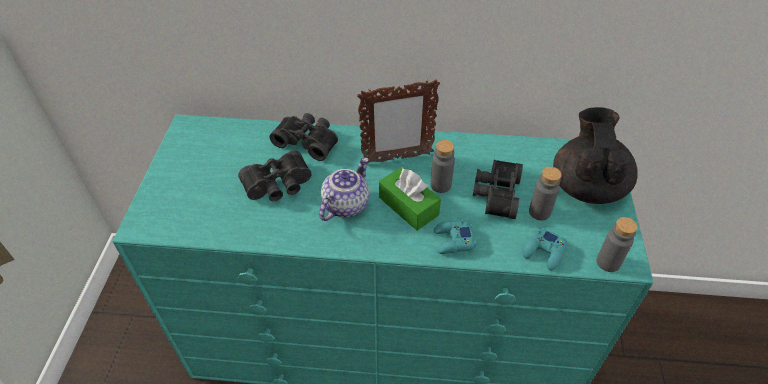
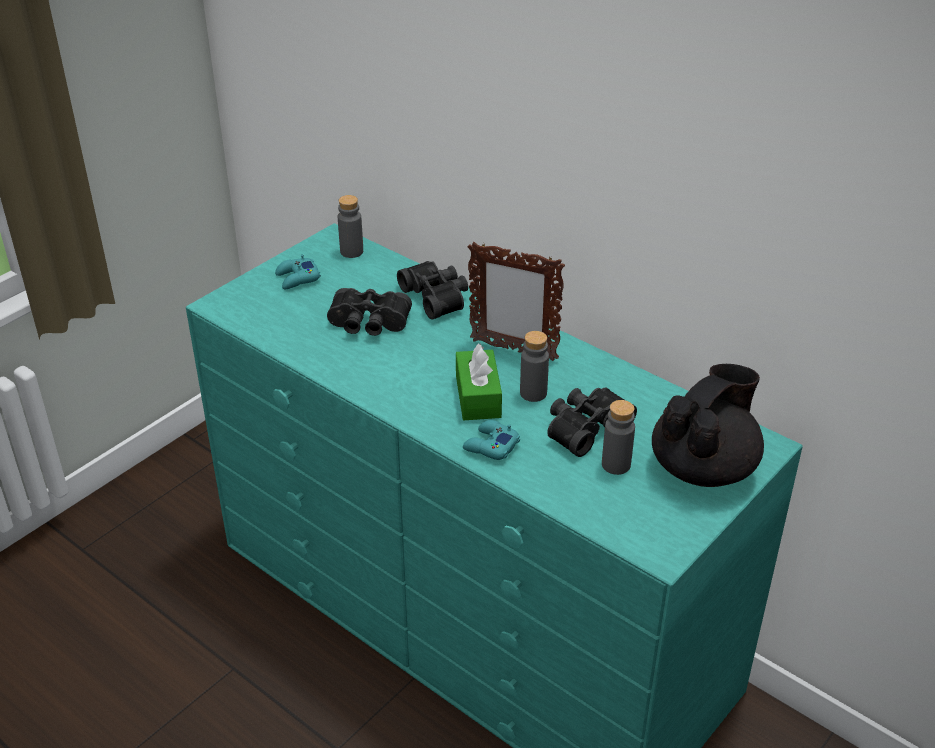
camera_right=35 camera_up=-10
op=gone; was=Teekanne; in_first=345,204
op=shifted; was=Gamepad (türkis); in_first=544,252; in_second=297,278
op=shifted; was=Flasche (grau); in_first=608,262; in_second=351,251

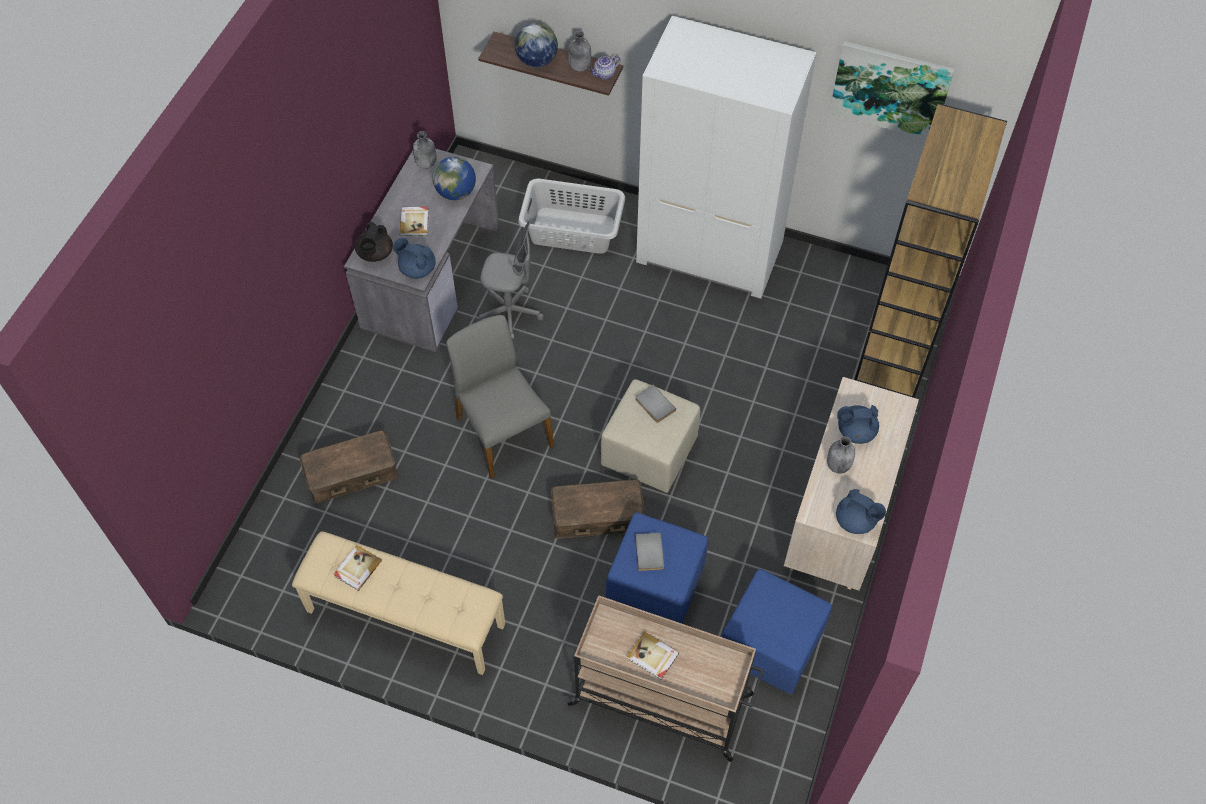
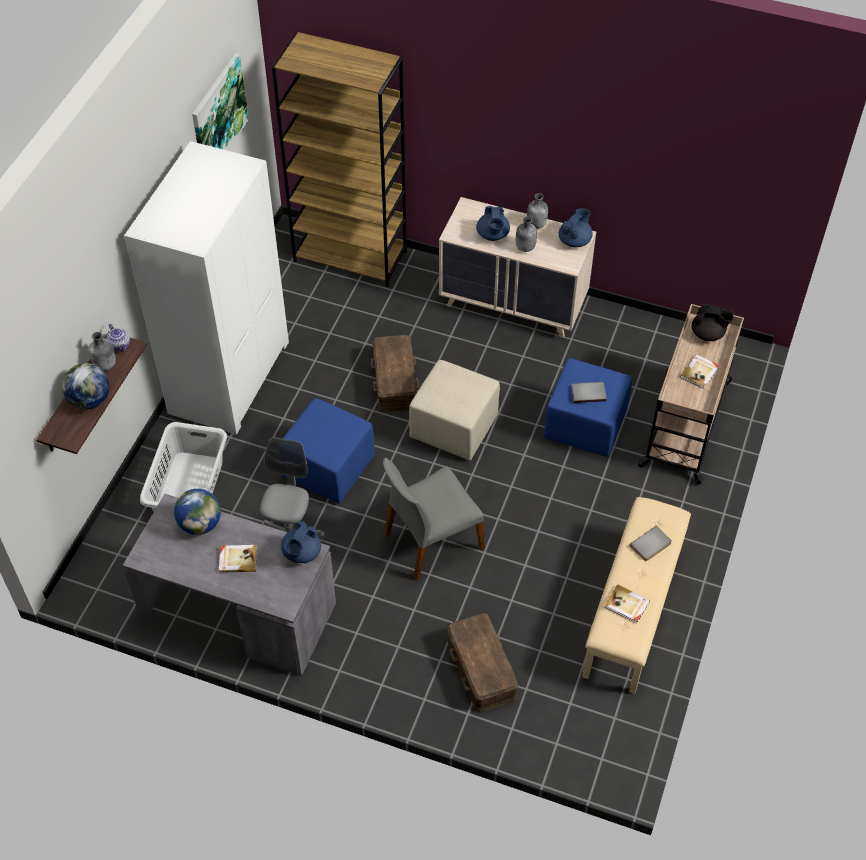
camera_right=-90 camera_up=-5
op=shifted; was=Teekanne (schwarz); in_first=375,254; in_second=708,334
op=shifted; was=Flasche (grau); in_first=426,163; in_second=537,224
op=shifted; was=Aufbewahrungsbox (braun); in_first=597,514; in_second=394,381
op=shifted; was=Buch (grau); in_first=654,405; in_second=651,545
op=shifted; was=Polsterhocker (blau); in_first=772,644; in_second=328,467

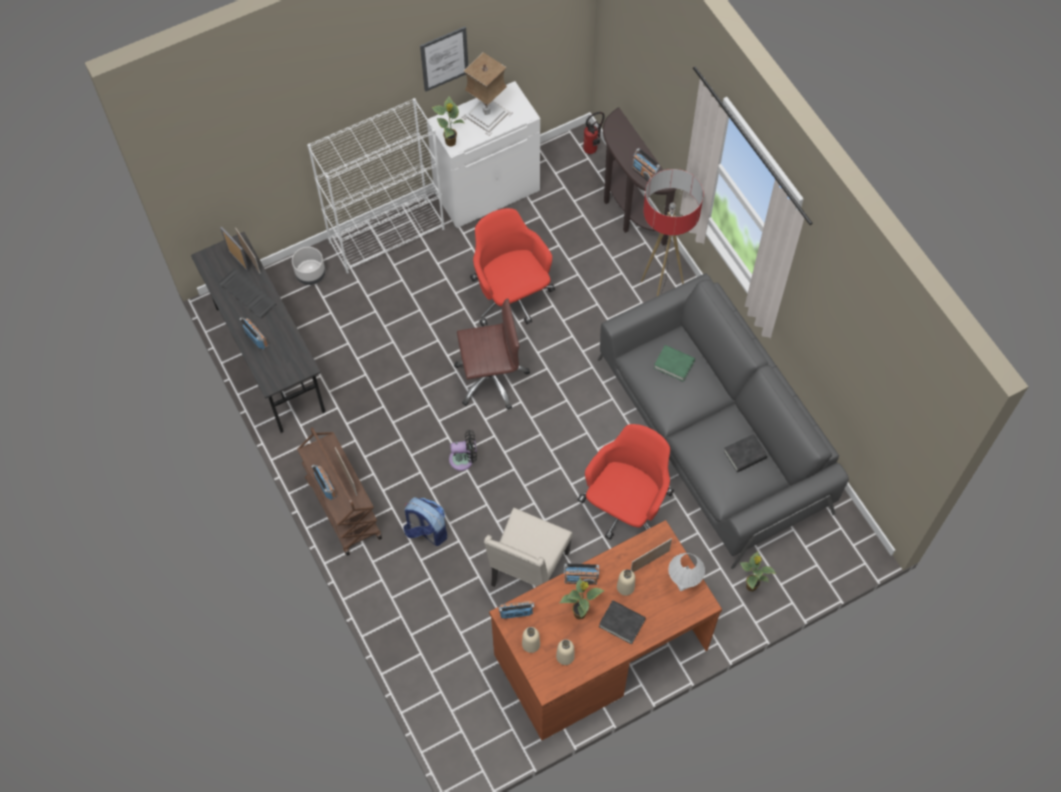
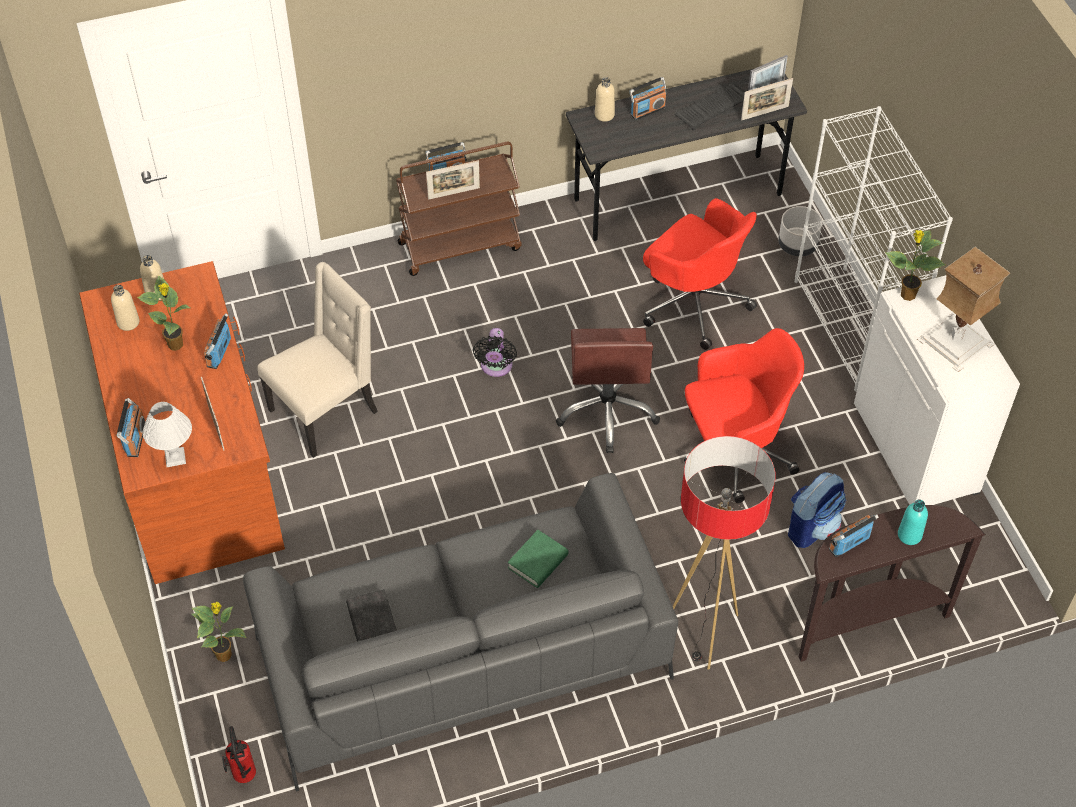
camera_right=100 camera_up=-10
op=gone; was=Bild; in_first=444,59
op=gone; was=Buch (schwarz); in_first=622,623
op=new; now=Flasche (türkis); in_second=909,535
op=shifted; was=Rucksack; in_first=426,531; in_second=812,527
op=shifted; was=Radio; in_first=516,612; in_second=135,439
op=shifted; was=Bürostuhl (rot); in_first=626,507; in_second=693,302
op=shifted; was=Feuerlöscher; in_first=592,150; in_second=244,778
op=shifted; was=Flasche (beige); in_first=625,587; in_second=604,115
op=rotated; was=Stuhl (beige); in_first=528,570; in_second=326,411; clockwise=105

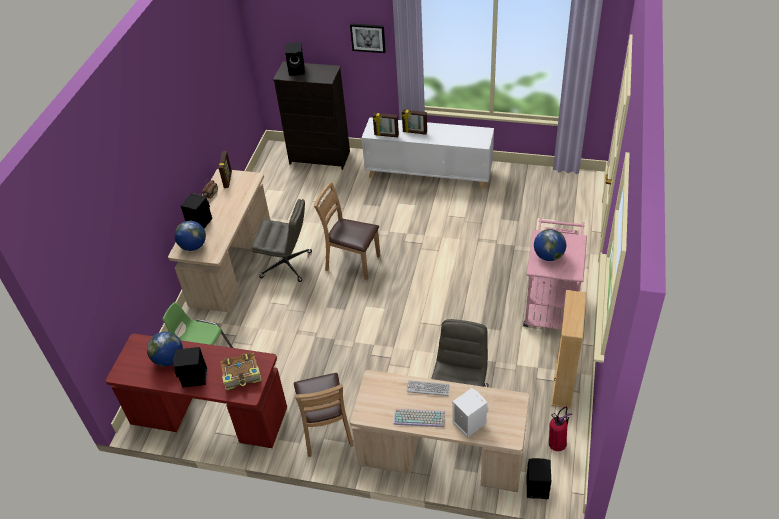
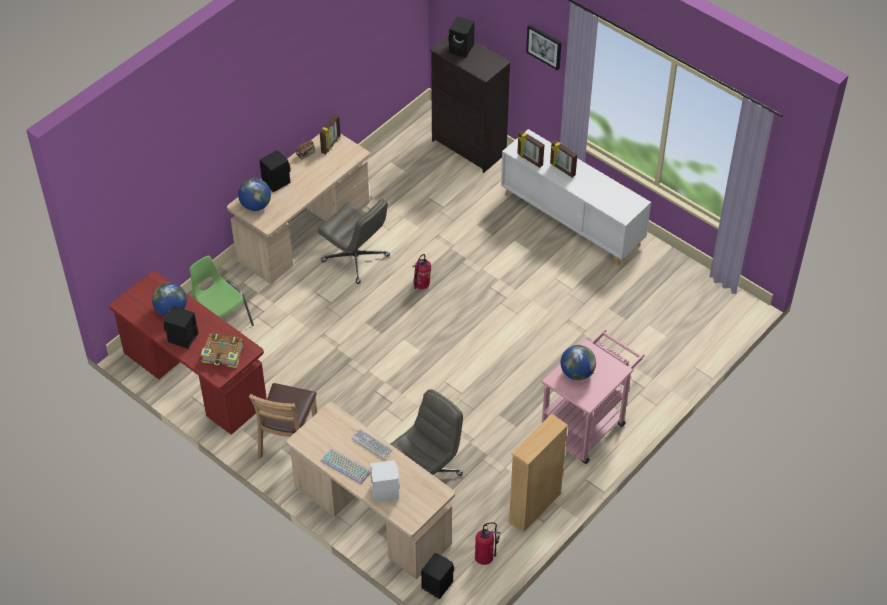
camera_right=25 camera_up=5
op=swapped; was=Stuhl (braun); now=Feuerlöscher; in_first=352,262; in_second=421,286

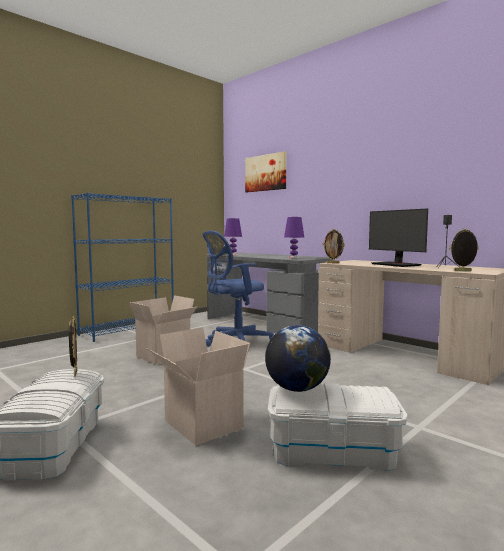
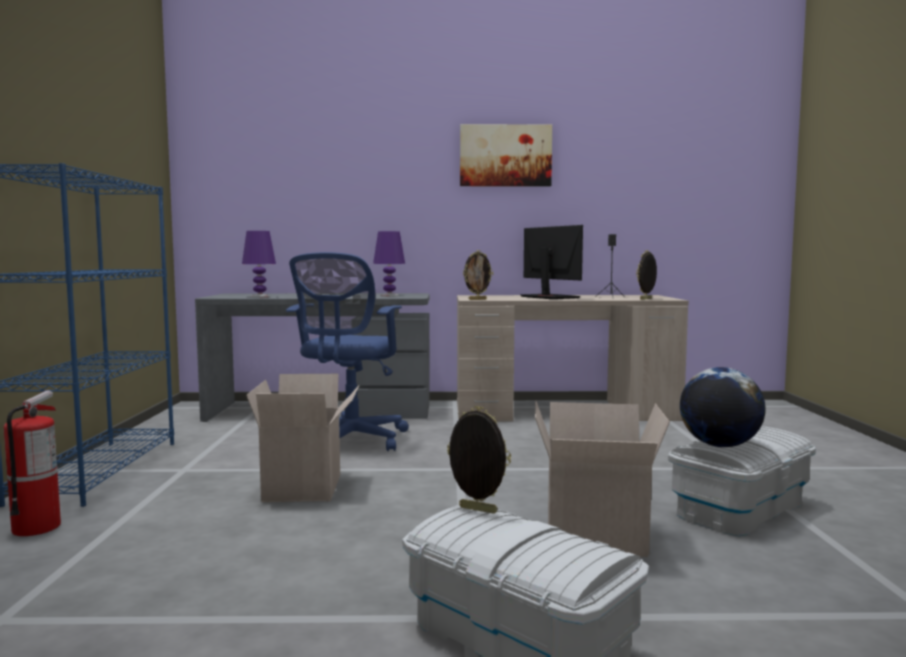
camera_right=-45 camera_up=0
op=new; now=Feuerlöscher; in_second=37,527
op=shifted; was=Bild; in_first=266,173; in_second=505,156
op=rotated; was=Monitor; in_first=396,264; in_second=548,297; clockwise=-135

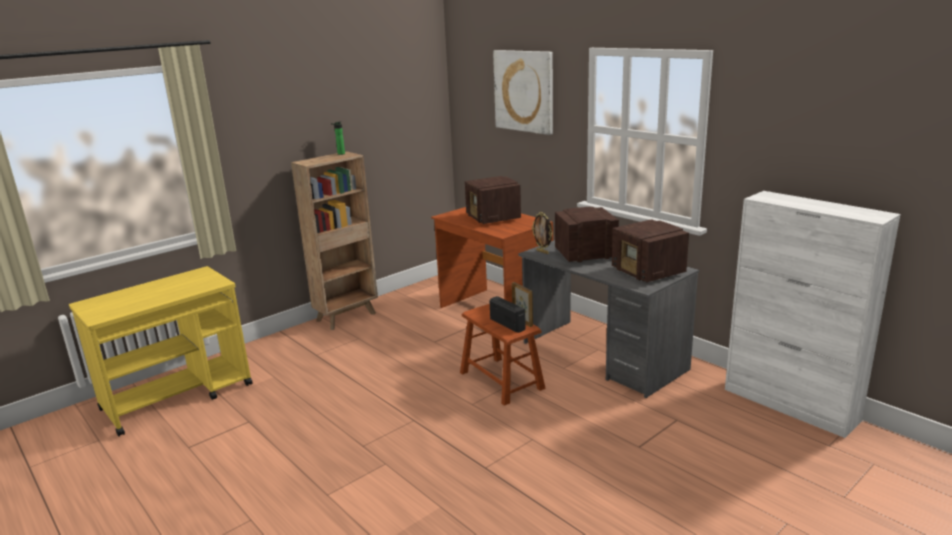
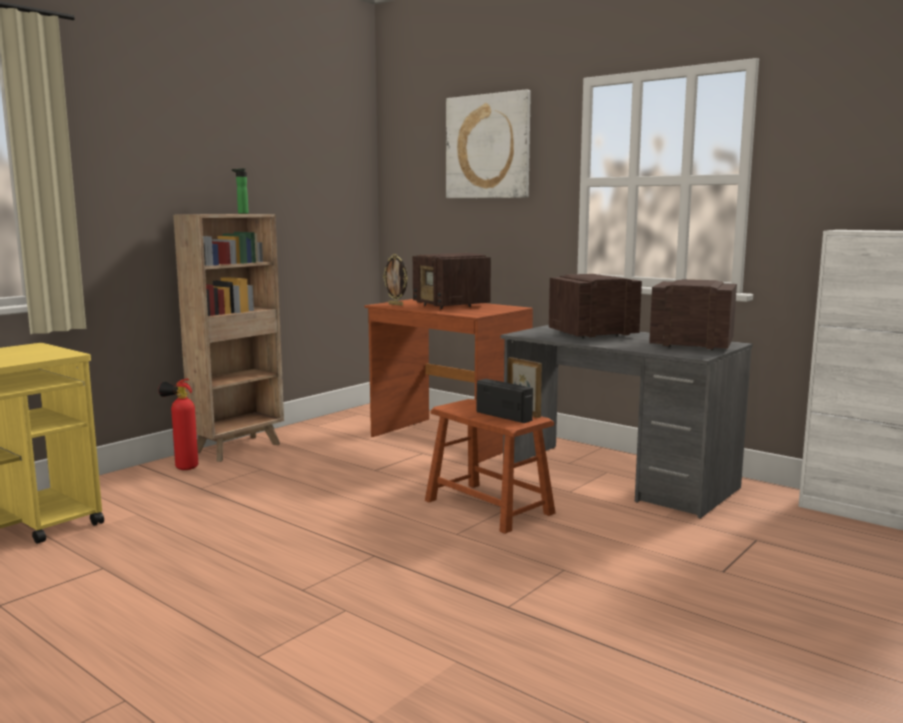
camera_right=-10 camera_up=-10
op=new; now=Feuerlöscher; in_second=182,468
op=shifted; was=Bilderrahmen; in_first=542,252; in_second=396,304
op=rotated; was=Radio; in_first=648,273; in_second=690,345; clockwise=150

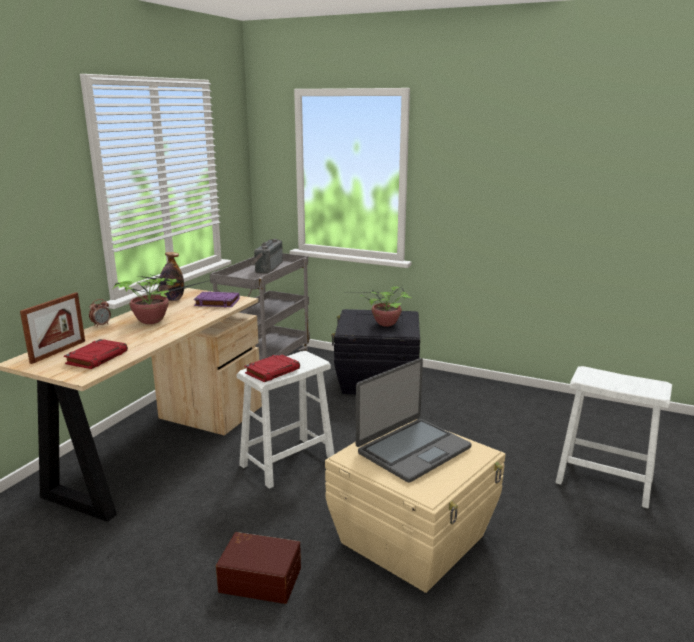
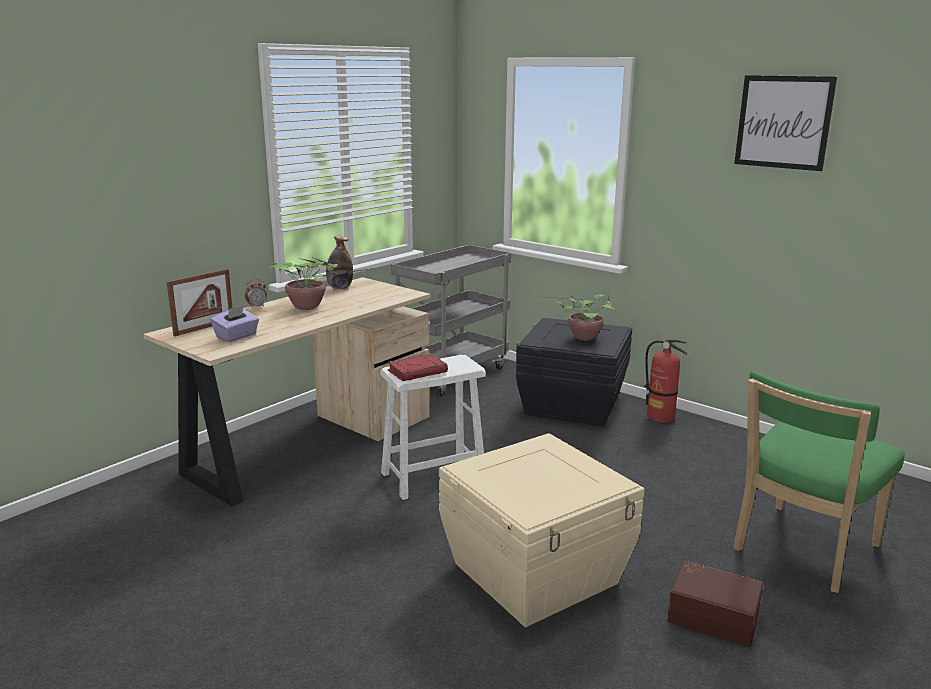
camera_right=15 camera_up=0
op=gone; was=Buch (lila); in_first=216,302
op=gone; was=Radio; in_first=266,267
op=gone; was=Laptop; in_first=412,449
op=new; now=Feuerlöscher; in_second=661,417
op=new; now=Bild; in_second=783,122
op=shifted; was=Aufbewahrungsbox (braun); in_first=261,578; in_second=713,615
op=swapped; was=Buch (rot); now=Taschentuchbox (lila); in_first=97,357; in_second=237,336
op=swapped; was=Hocker (weiß); now=Stuhl (grün); in_first=604,481; in_second=801,550

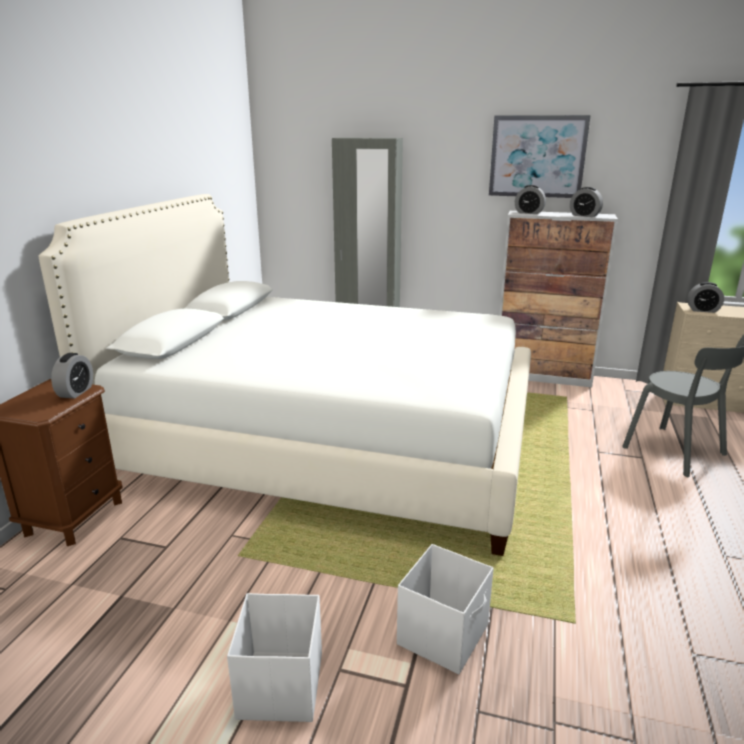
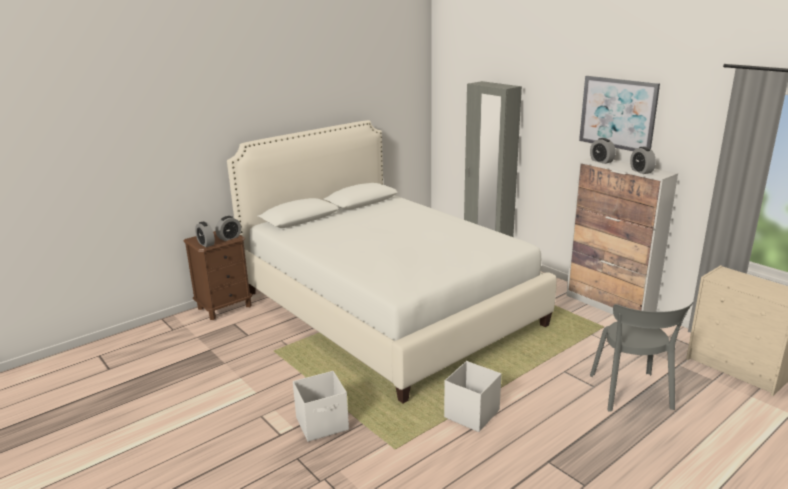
camera_right=35 camera_up=0
op=shifted; was=Aufbewahrungsbox (weiß); in_first=280,687; in_second=471,414
op=shifted; was=Wecker; in_first=702,310; in_second=206,244

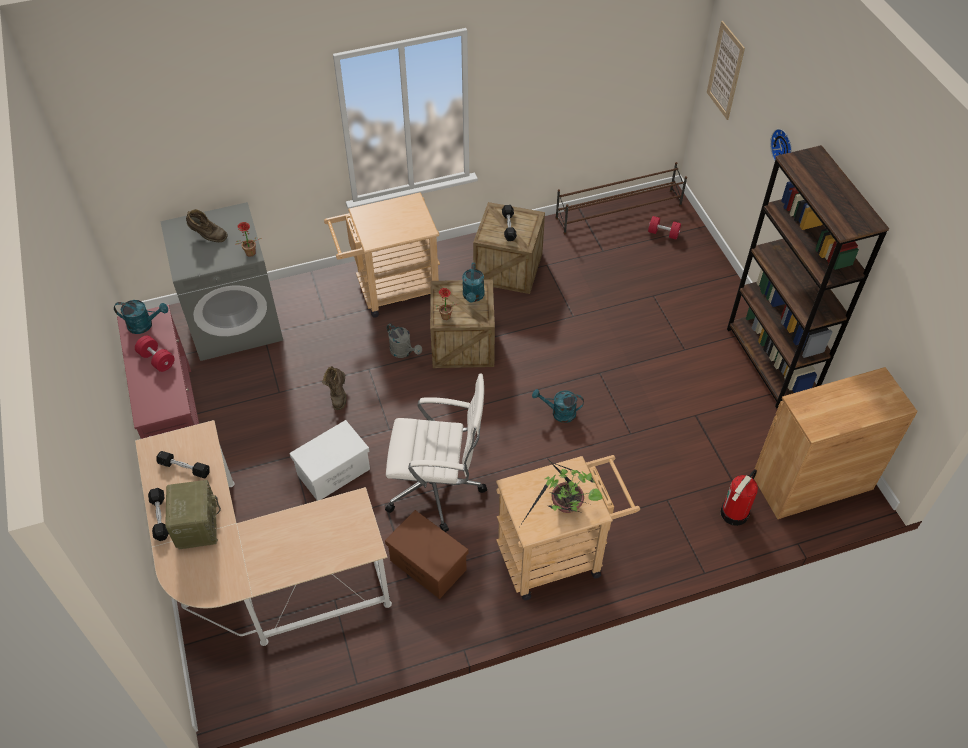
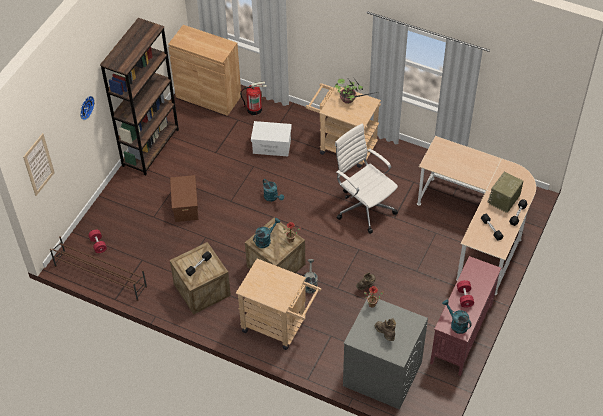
camera_right=-135 camera_up=0
op=shifted; was=Aufbewahrungsbox (weiß); in_first=333,472; in_second=272,146
op=shifted; was=Aufbewahrungsbox (braun); in_first=429,565; in_second=185,205

